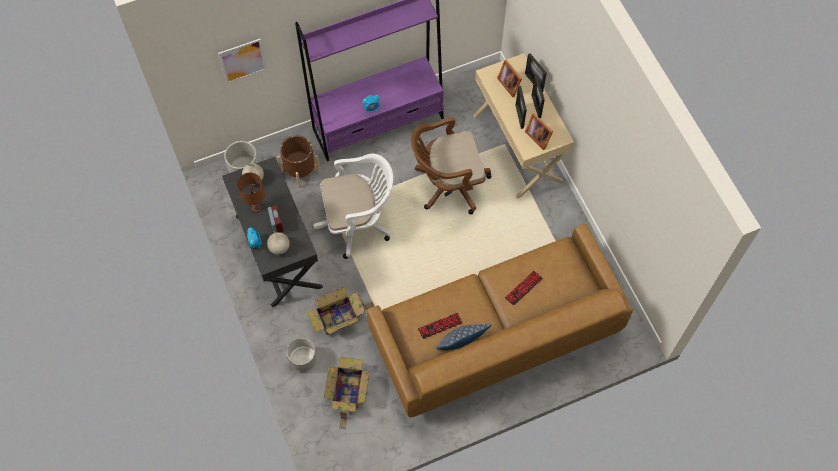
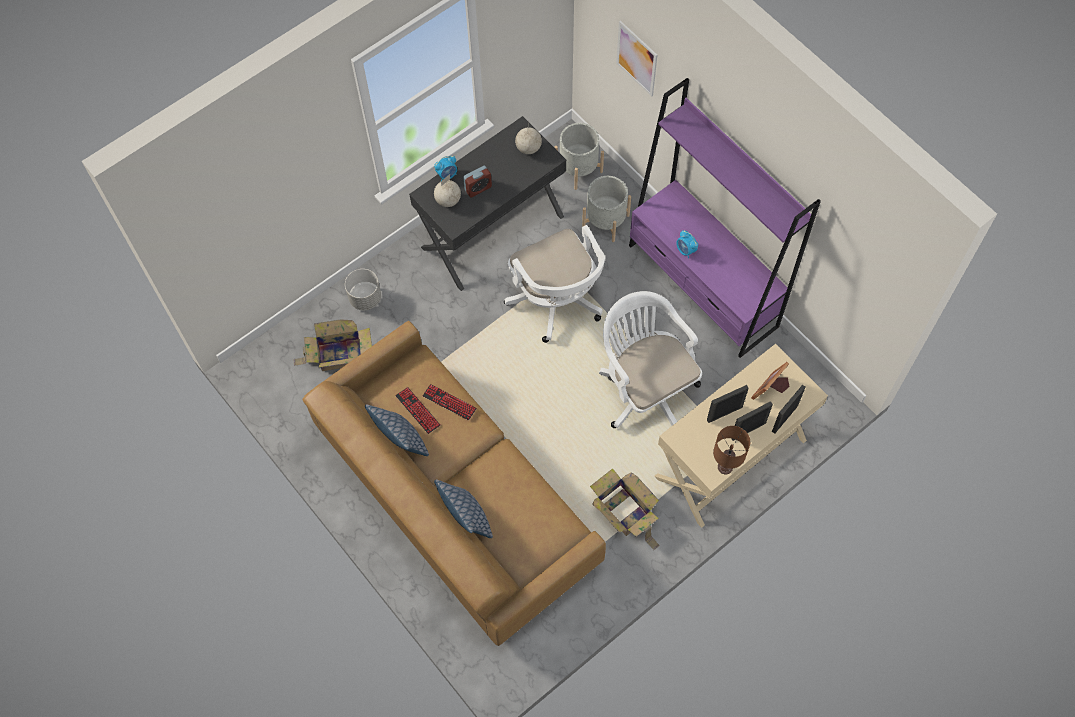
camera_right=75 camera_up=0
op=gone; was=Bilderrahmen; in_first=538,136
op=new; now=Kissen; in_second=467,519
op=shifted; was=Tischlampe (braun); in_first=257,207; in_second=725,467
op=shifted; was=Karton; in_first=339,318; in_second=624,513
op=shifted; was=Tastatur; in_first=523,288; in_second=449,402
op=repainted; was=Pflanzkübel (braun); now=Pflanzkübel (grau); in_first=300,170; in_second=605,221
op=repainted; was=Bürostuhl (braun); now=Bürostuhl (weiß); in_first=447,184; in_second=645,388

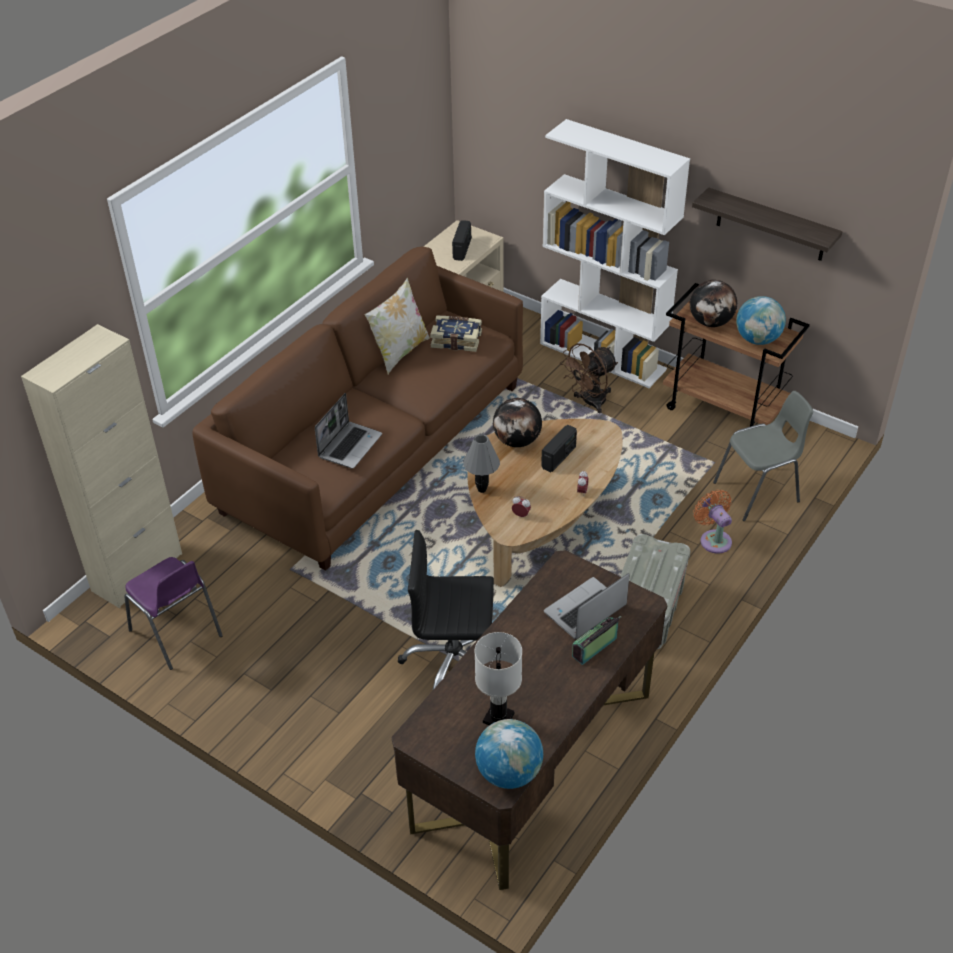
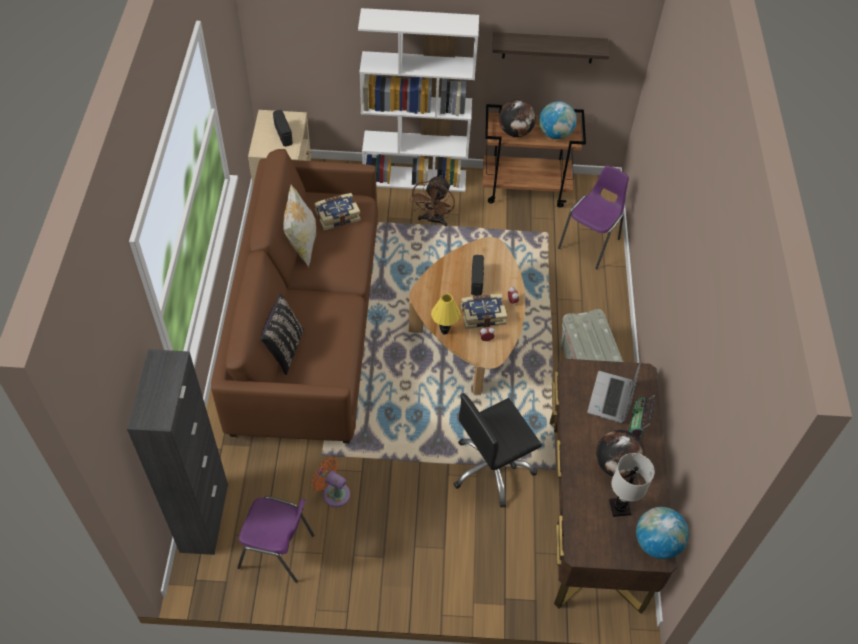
camera_right=-35 camera_up=10
op=gone; was=Laptop; in_first=350,445
op=new; now=Kissen (schwarz); in_second=284,350
op=new; now=Buch; in_second=482,315
op=shifted; was=Globus; in_first=517,441; in_second=616,465
op=shifted; was=Ventilator (orange); in_first=714,539; in_second=333,493
op=repainted; was=Schrank (beige); now=Schrank (schwarz); in_first=137,572; in_second=204,517
op=repainted; was=Tischlampe (grau); now=Tischlampe (gelb); in_first=482,489; in_second=444,331
op=repainted; was=Stuhl (grau); now=Stuhl (lila); in_first=758,492; in_second=590,243

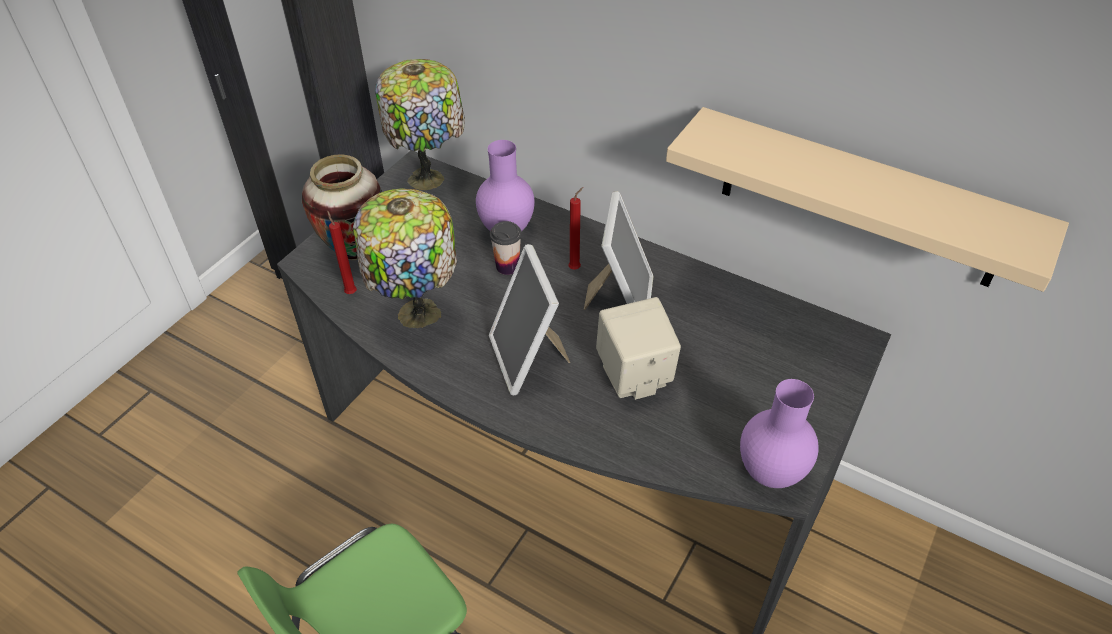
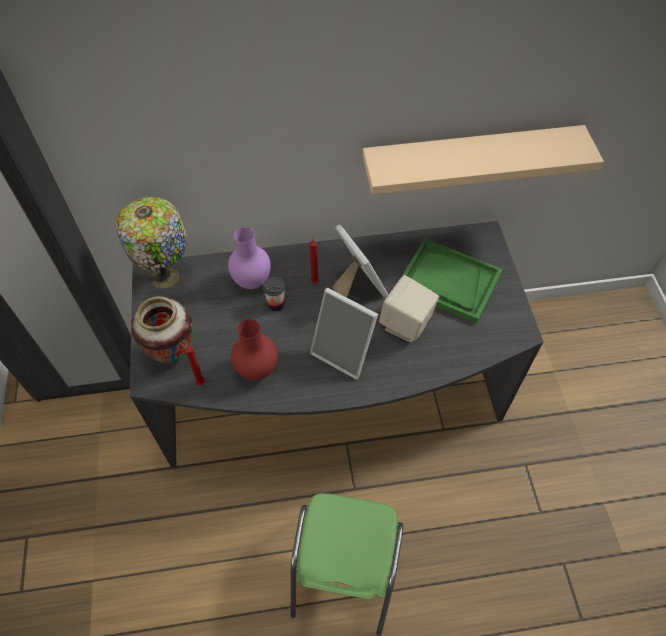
camera_right=-40 camera_up=10
op=gone; was=Vase (lila); in_first=772,473
op=new; now=Tablett (grün); in_second=448,282
op=swapped; was=Tischlampe; now=Vase (rot); in_first=417,316; in_second=256,369

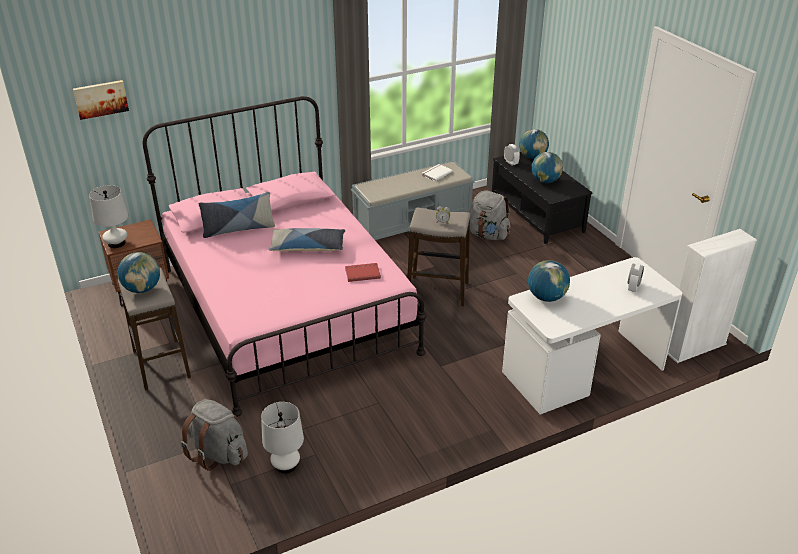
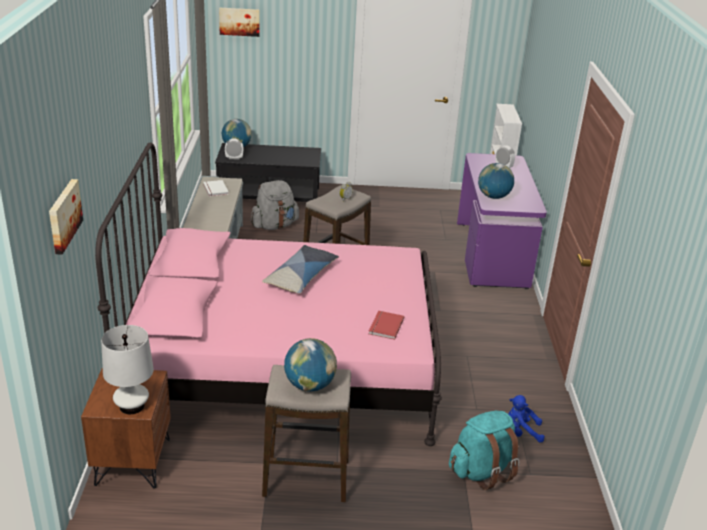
camera_right=-65 camera_up=-5
op=gone; was=Kissen; in_first=238,229
op=gone; was=Globus; in_first=545,181
op=new; now=Bild; in_second=239,21
op=shifted; was=Buch (rot); in_first=362,273; in_second=385,326
op=swapped; was=Tischlampe (weiß); now=Plüschtier (blau); in_first=286,465; in_second=521,432
op=repainted; was=Rucksack (grau); now=Rucksack (türkis); in_first=218,453; in_second=482,471
op=repainted; was=Schreibtisch (weiß); now=Schreibtisch (lila); in_first=582,373; in_second=492,255

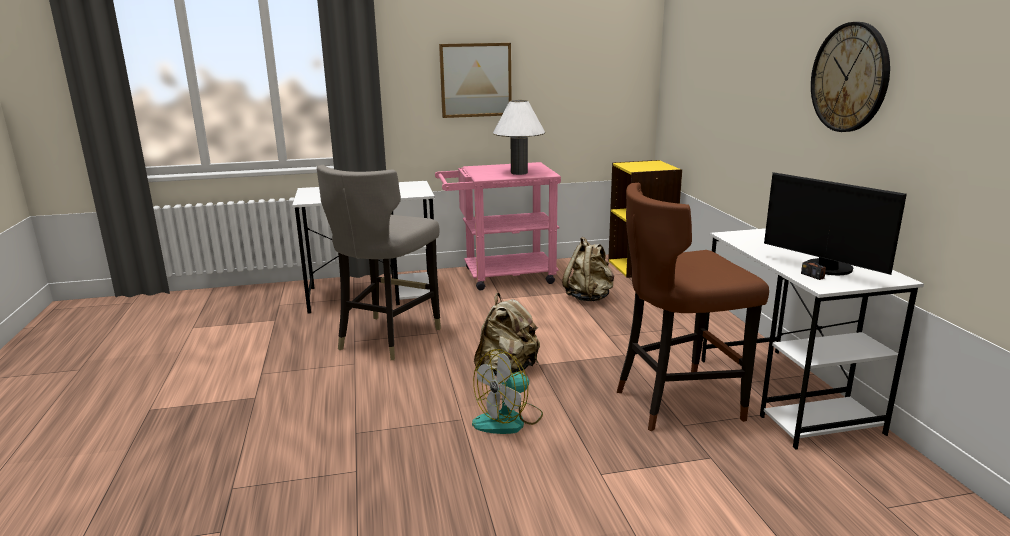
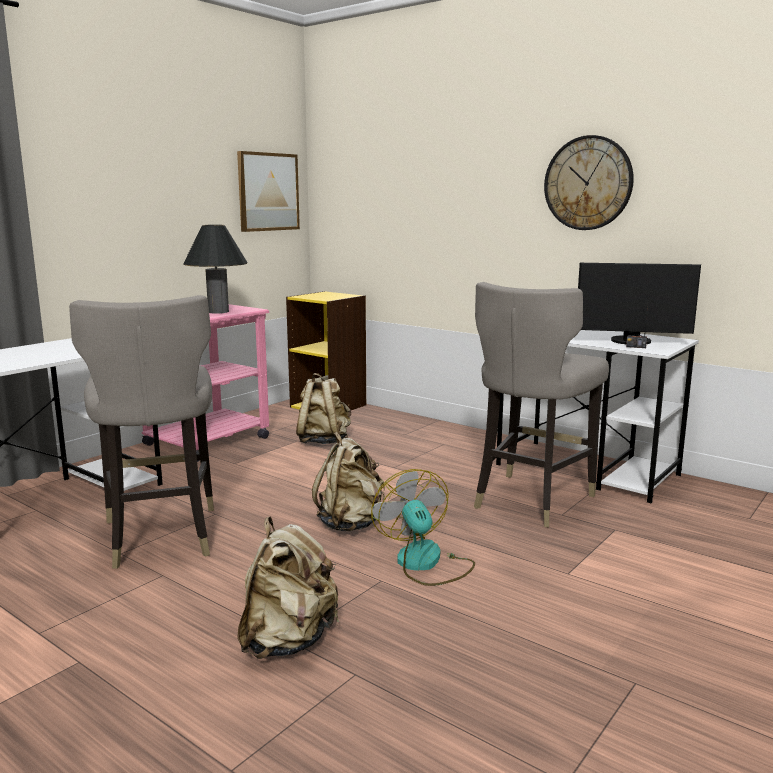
camera_right=-40 camera_up=-5
op=new; now=Rucksack (beige); in_second=288,641
op=shifted; was=Bild; in_first=475,80; in_second=268,192
op=repainted; was=Tischlampe (weiß); now=Tischlampe (schwarz); in_first=519,173; in_second=218,311
op=repainted; was=Hocker (braun); now=Hocker (grau); in_first=676,403; in_second=530,500
op=rotated; was=Ventilator; in_first=509,420; in_second=425,563; clockwise=150

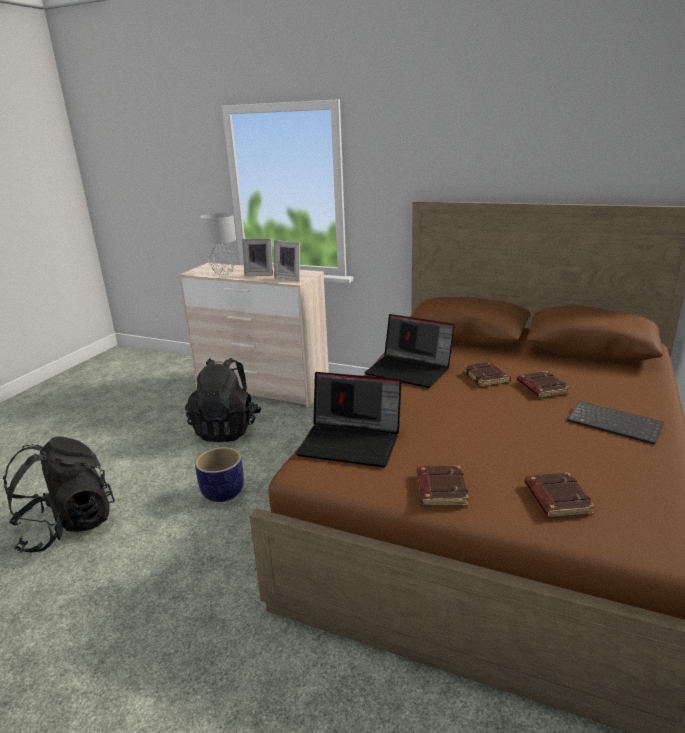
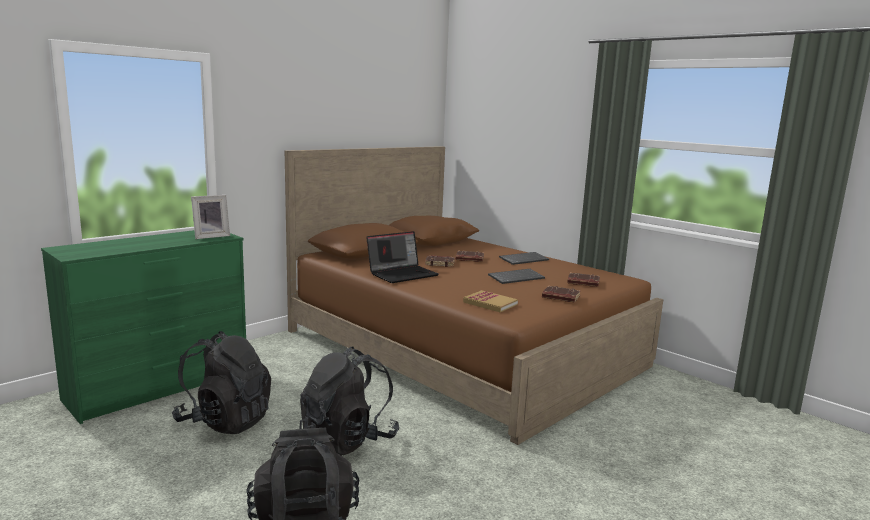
camera_right=-70 camera_up=-10
op=gone; was=Tischlampe (grau); in_first=224,273
op=gone; was=Bilderrahmen; in_first=260,274
op=new; now=Tastatur; in_second=516,277
op=swapped; was=Pflanzkübel; now=Rucksack (schwarz); in_first=223,493; in_second=348,440
op=swapped; was=Laptop; now=Buch; in_first=352,442; in_second=490,303
op=repainted; was=Kommode (beige); now=Kommode (grün); in_first=262,387; in_second=159,387

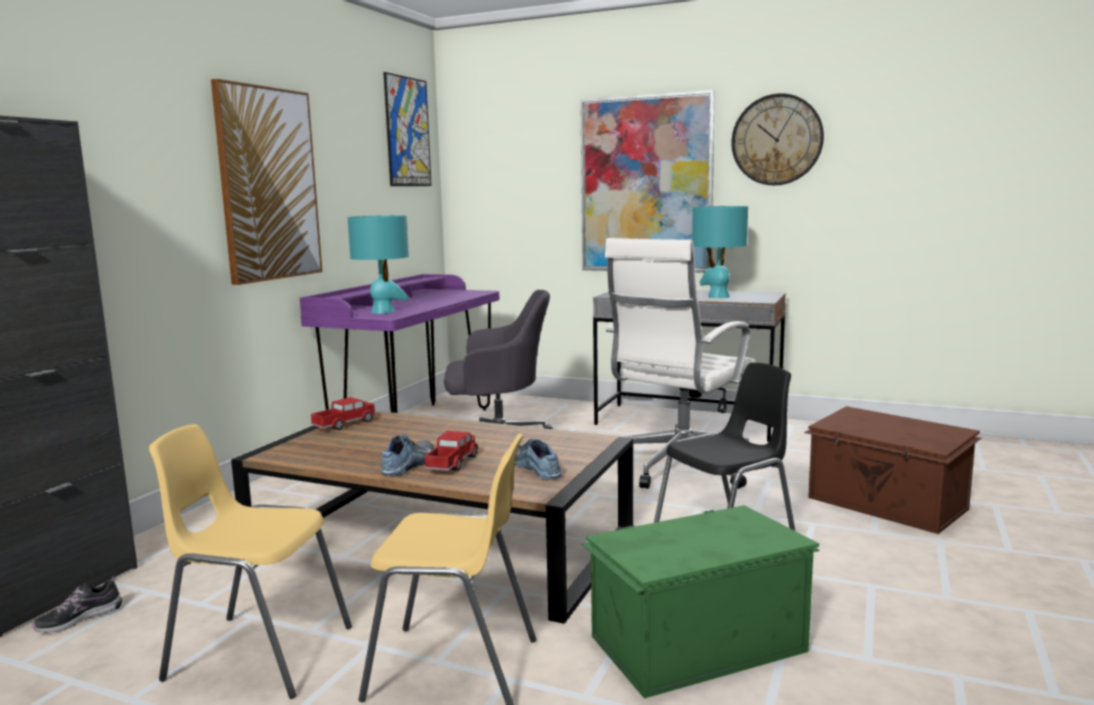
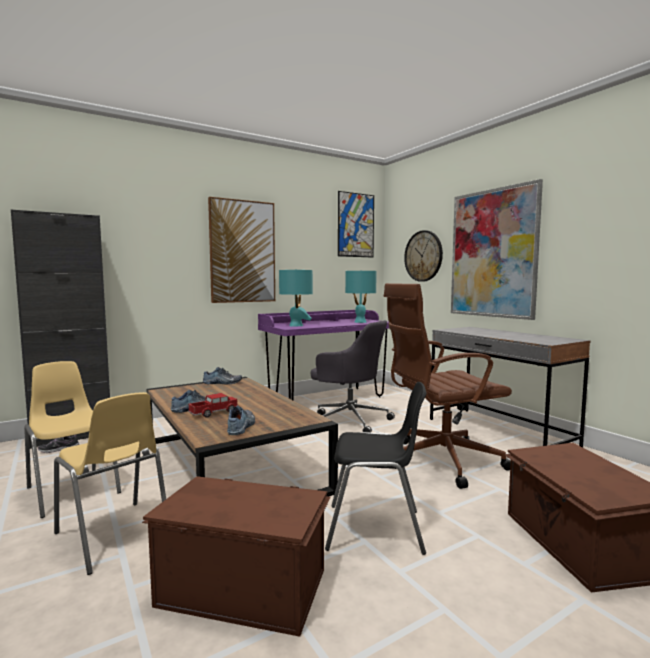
camera_right=35 camera_up=-5
op=shifted; was=Tischlampe (türkis); in_first=718,296; in_second=360,322
op=shifted; was=Wanduhr; in_first=777,140; in_second=423,256
op=swapped; was=Spielzeuglaster; now=Schuh; in_first=344,424; in_second=222,383
op=repainted; was=Aufbewahrungsbox (grün); now=Aufbewahrungsbox (braun); in_first=694,642; in_second=243,585
op=repainted; was=Bürostuhl (weiß); now=Bürostuhl (braun); in_first=679,467; in_second=440,461

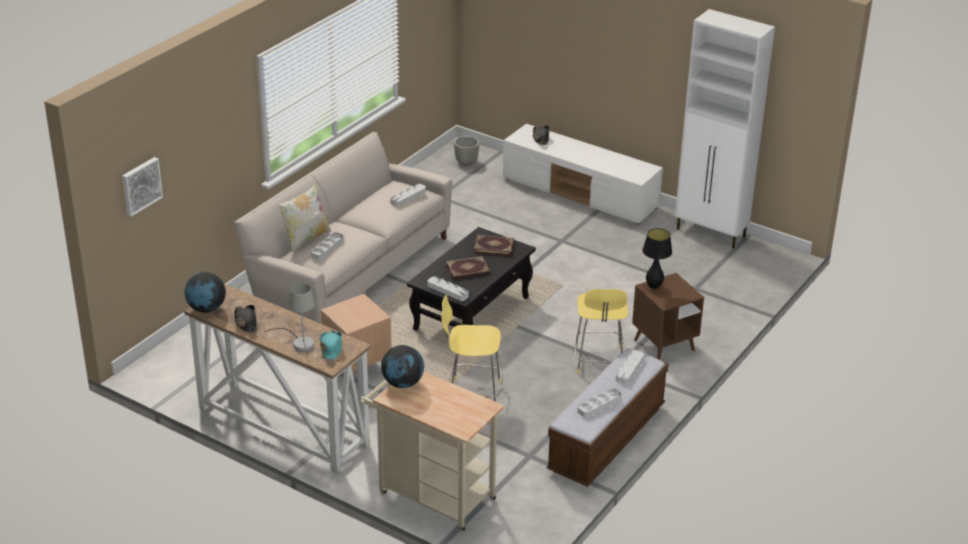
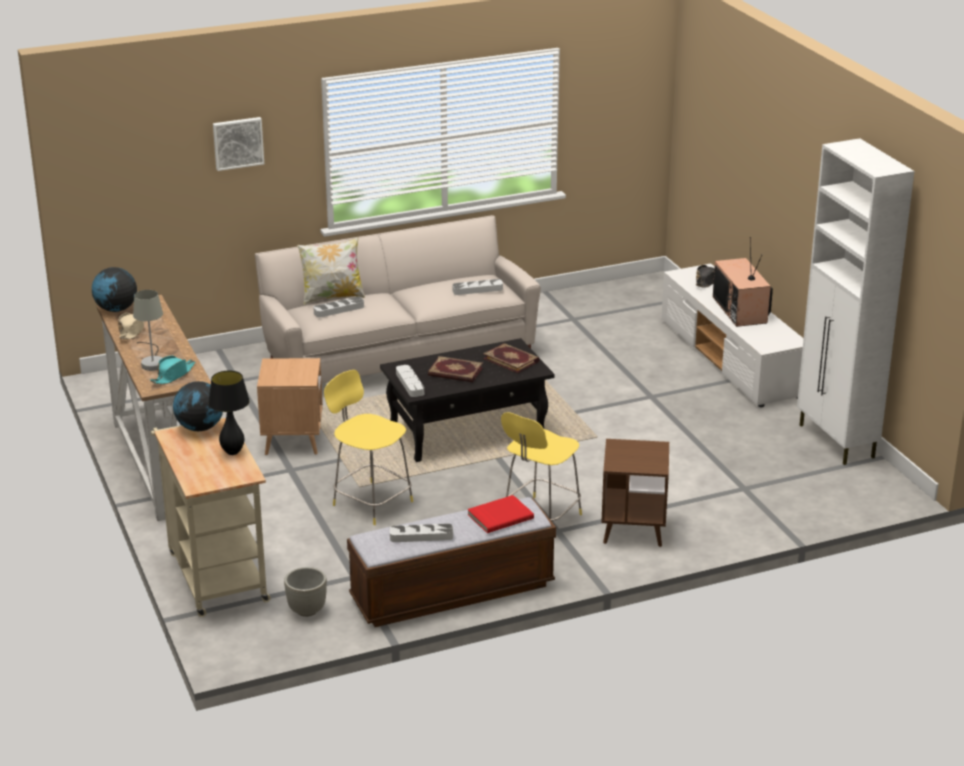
camera_right=35 camera_up=-5
op=new; now=Fernseher; in_second=741,310
op=shifted; was=Bild; in_first=140,185; in_second=238,143
op=shifted; was=Pflanzkübel (grau); in_first=466,162; in_second=307,610
op=shifted; was=Tischlampe (schwarz); in_first=654,286; in_second=233,452
op=swapped; was=Tablett (grau); now=Buch (rot); in_first=629,369; in_second=499,516
op=repainted; was=Hut (schwarz); now=Hut (beige); in_first=245,322; in_second=132,330

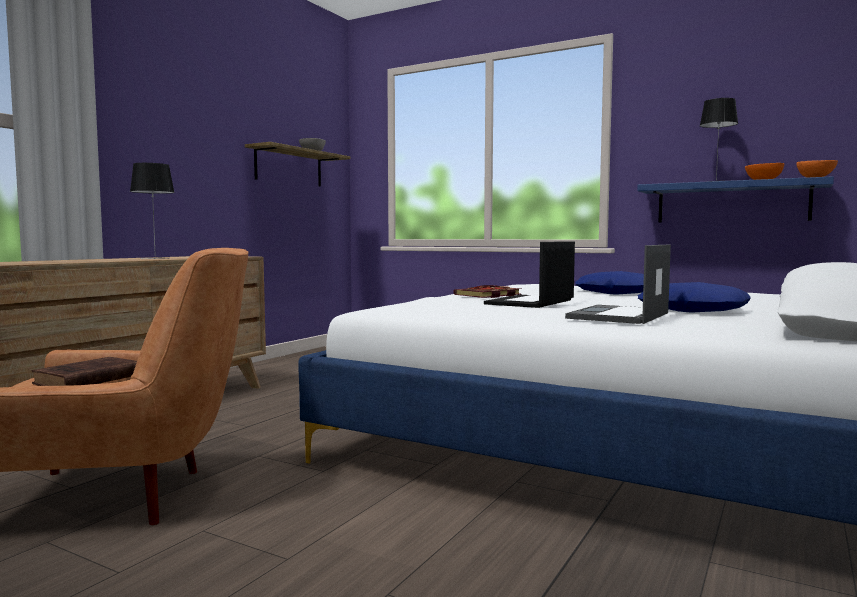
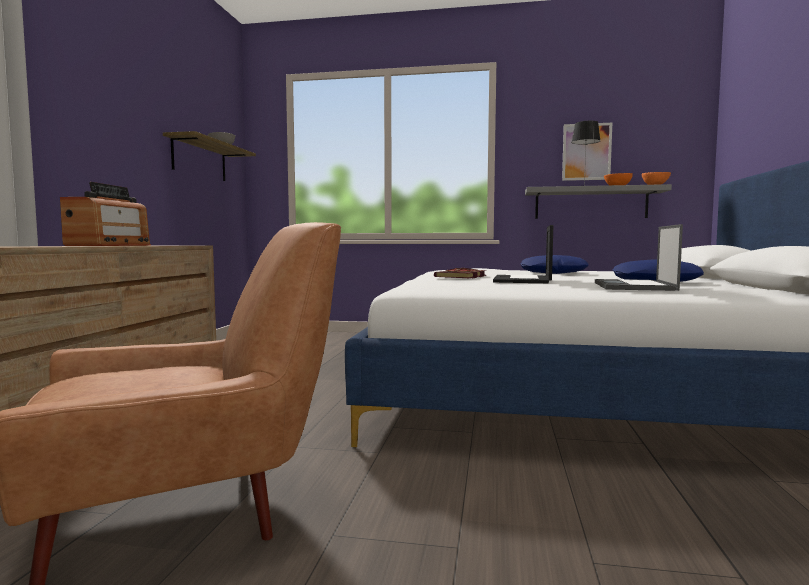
camera_right=-20 camera_up=0
op=gone; was=Buch (braun); in_first=86,380
op=new; now=Bild; in_second=586,152
op=swapped; was=Tischlampe; now=Radio; in_first=155,258; in_second=110,245
op=repainted; was=Wandregal (blau); now=Wandregal (grau); in_first=731,202; in_second=590,203

